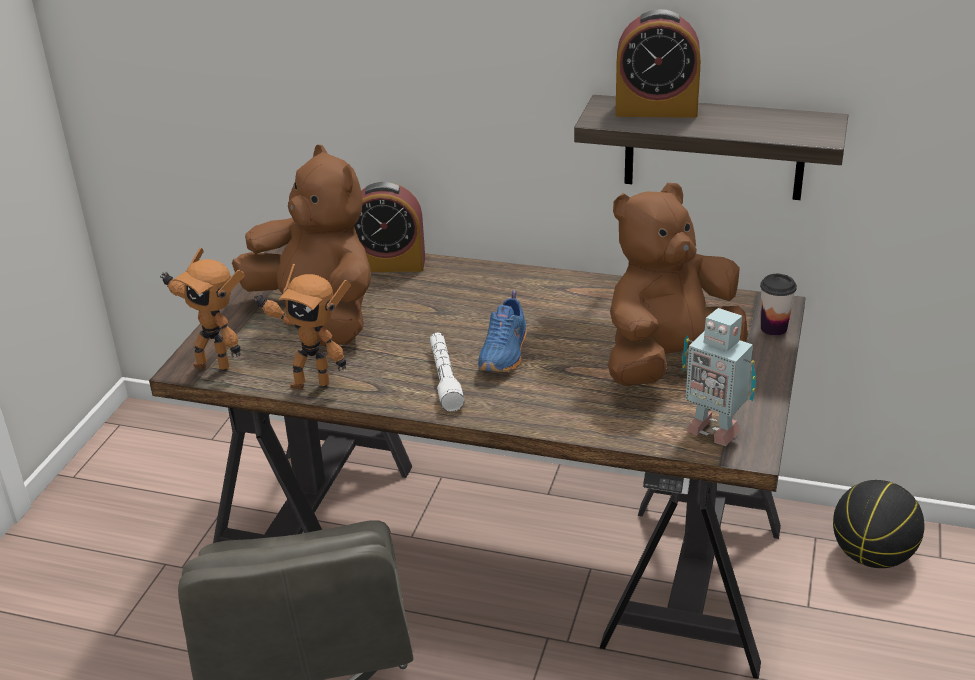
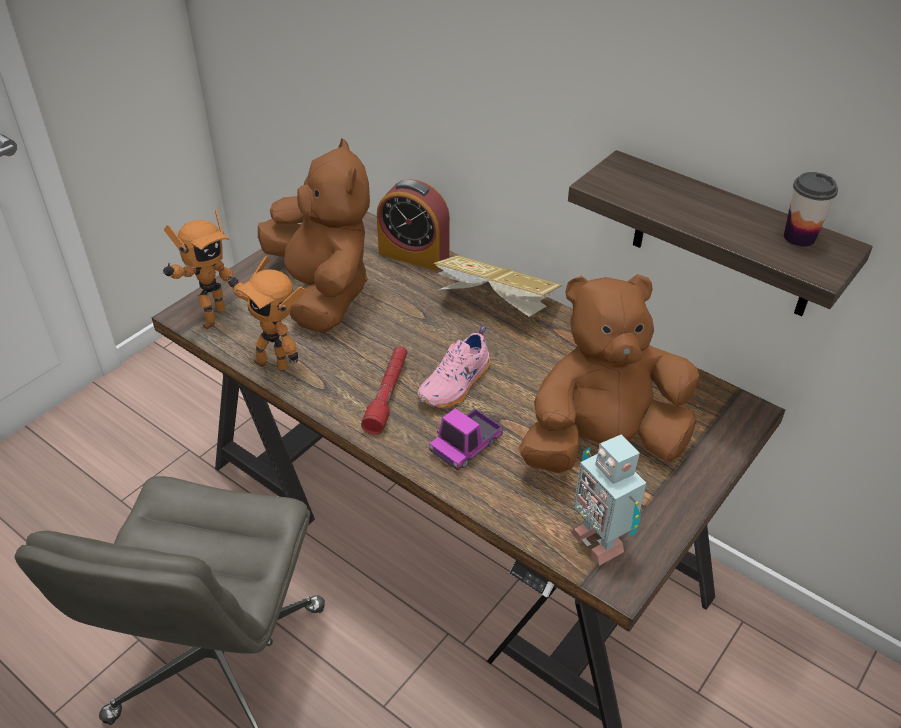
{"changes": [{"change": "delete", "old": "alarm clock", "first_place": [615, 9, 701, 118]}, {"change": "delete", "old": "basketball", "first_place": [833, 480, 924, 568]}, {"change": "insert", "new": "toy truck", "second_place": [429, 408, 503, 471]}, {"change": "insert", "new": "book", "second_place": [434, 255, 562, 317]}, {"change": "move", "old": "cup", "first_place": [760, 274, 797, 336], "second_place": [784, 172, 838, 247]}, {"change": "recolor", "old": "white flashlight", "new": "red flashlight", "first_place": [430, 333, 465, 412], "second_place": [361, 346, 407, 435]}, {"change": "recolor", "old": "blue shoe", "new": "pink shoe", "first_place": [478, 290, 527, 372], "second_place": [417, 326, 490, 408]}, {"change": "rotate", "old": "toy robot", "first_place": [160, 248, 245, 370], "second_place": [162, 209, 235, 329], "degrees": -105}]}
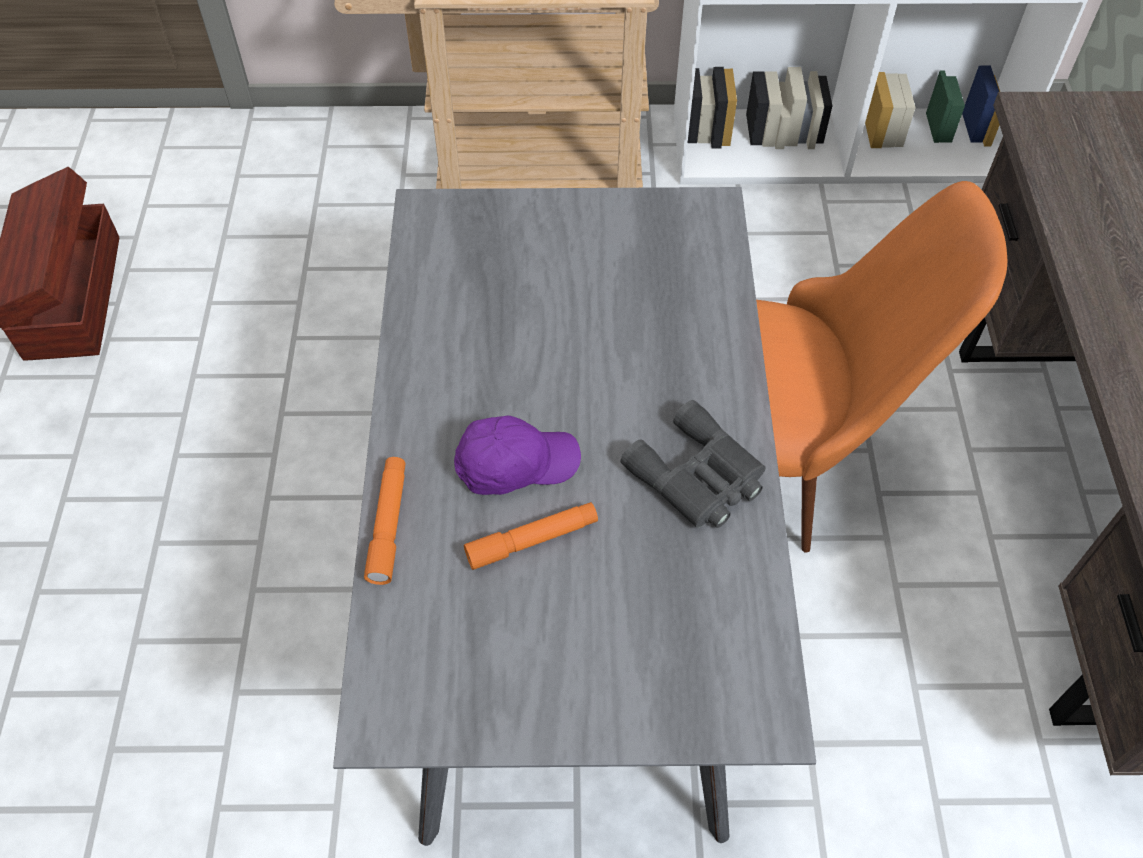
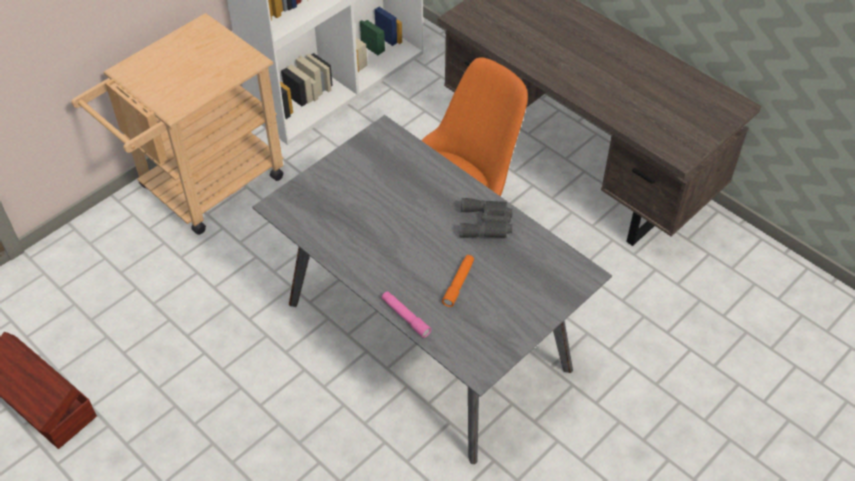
{"changes": [{"change": "delete", "old": "purple cap", "first_place": [454, 416, 581, 495]}, {"change": "recolor", "old": "orange flashlight", "new": "pink flashlight", "first_place": [364, 457, 406, 585], "second_place": [382, 291, 431, 338]}]}
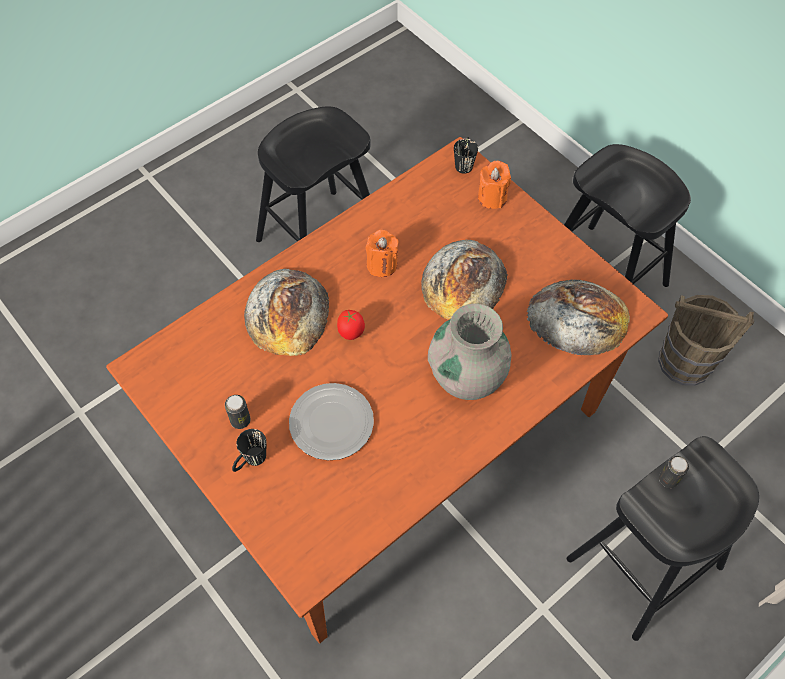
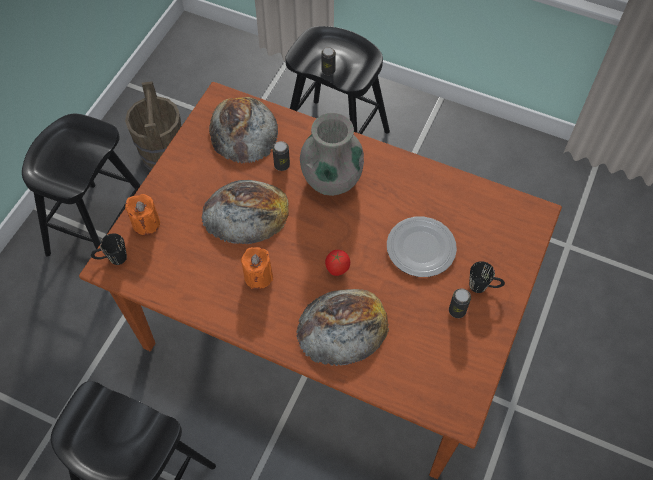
{"changes": [{"change": "insert", "new": "can", "second_place": [273, 141, 290, 171]}]}
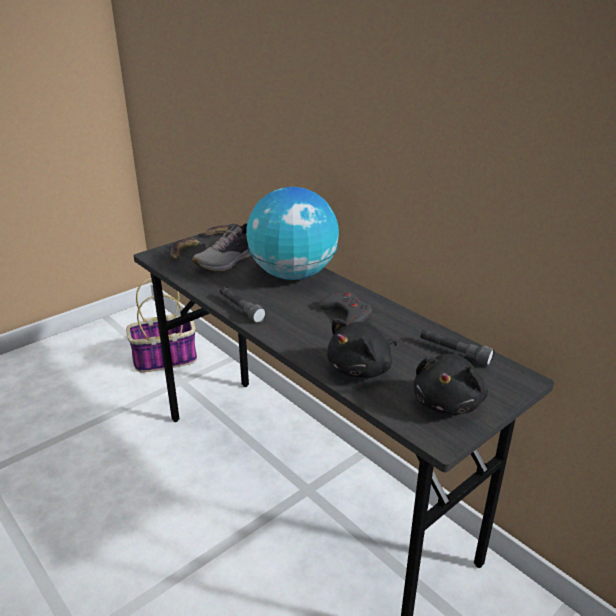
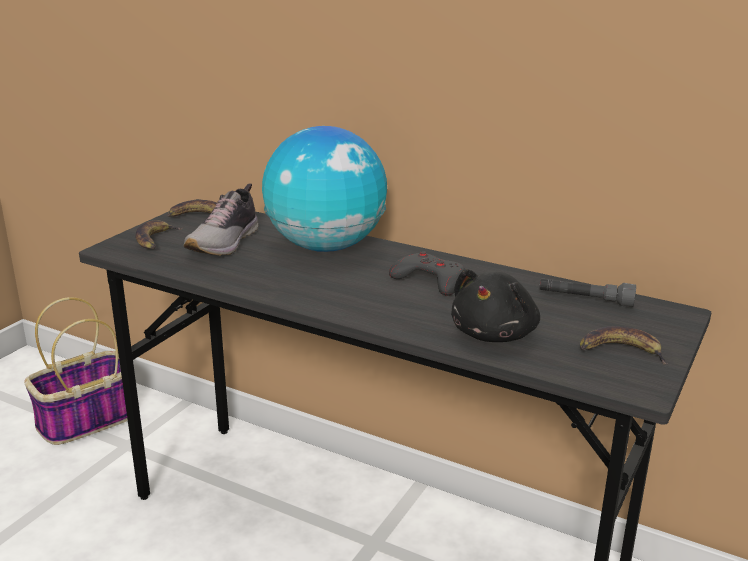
{"changes": [{"change": "delete", "old": "grey flashlight", "first_place": [220, 287, 266, 323]}, {"change": "replace", "old": "black plush toy", "new": "banana", "first_place": [414, 354, 488, 415], "second_place": [580, 326, 666, 364]}]}
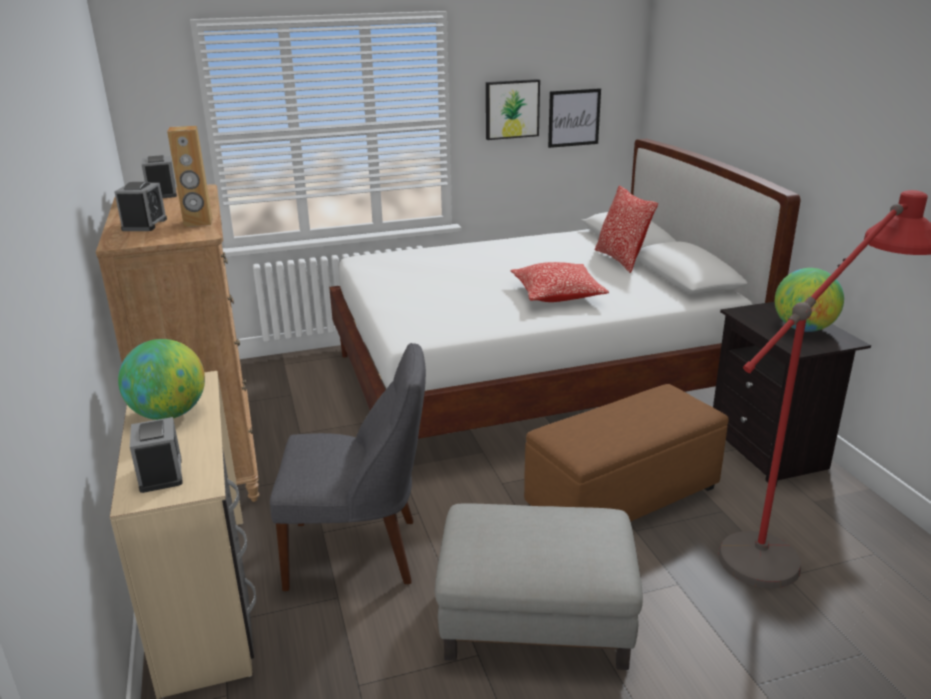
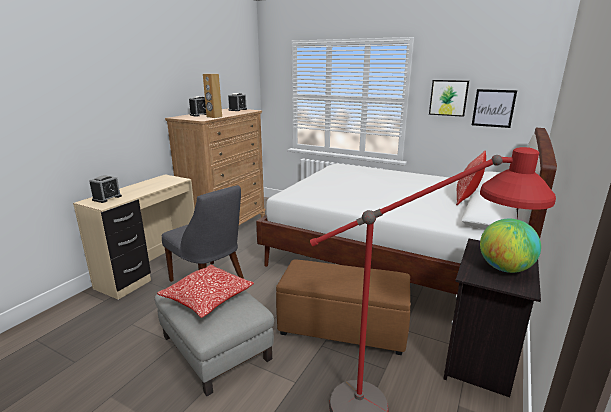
{"changes": [{"change": "delete", "old": "globe", "first_place": [118, 339, 205, 420]}, {"change": "move", "old": "pillow", "first_place": [511, 262, 609, 302], "second_place": [157, 265, 254, 318]}]}
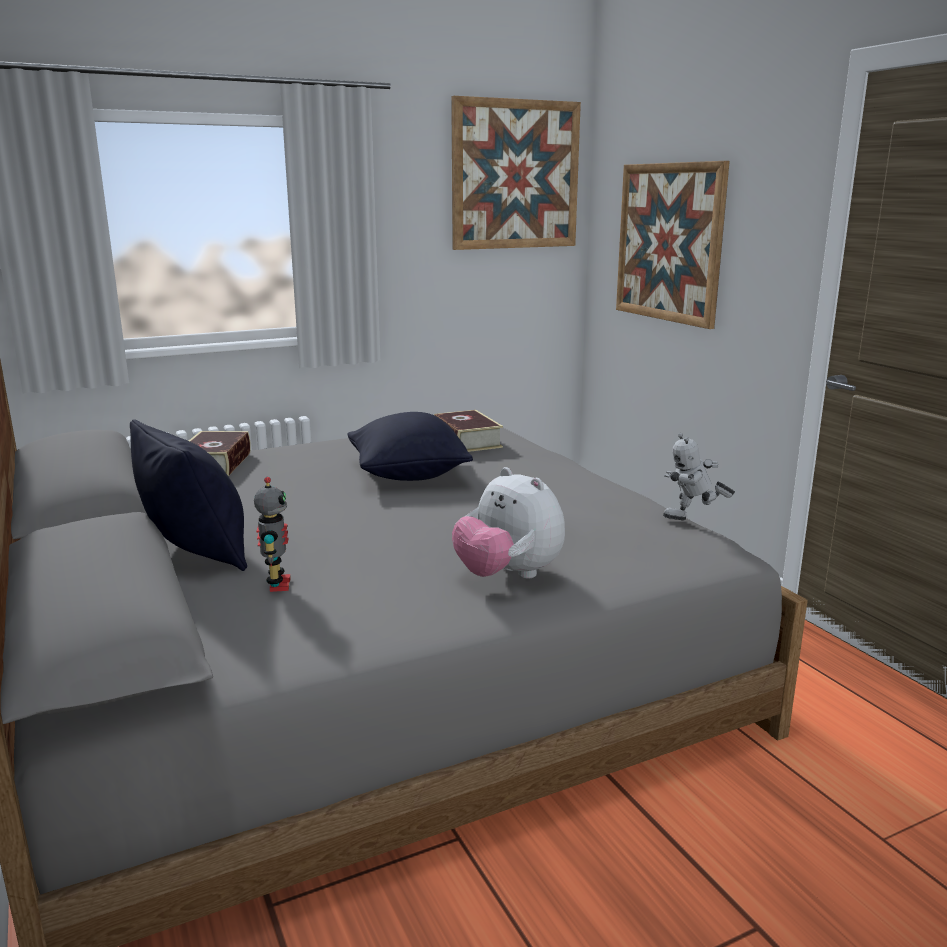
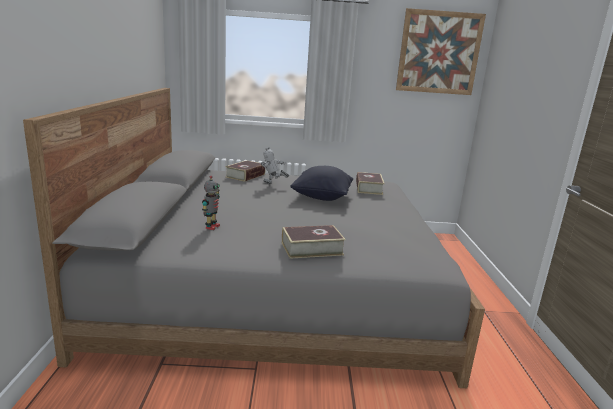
{"changes": [{"change": "delete", "old": "black pillow", "first_place": [130, 419, 247, 571]}, {"change": "delete", "old": "picture", "first_place": [616, 161, 730, 329]}, {"change": "move", "old": "toy robot", "first_place": [663, 433, 735, 520], "second_place": [260, 147, 289, 184]}, {"change": "replace", "old": "plush toy", "new": "book", "first_place": [452, 467, 565, 578], "second_place": [282, 225, 346, 259]}]}
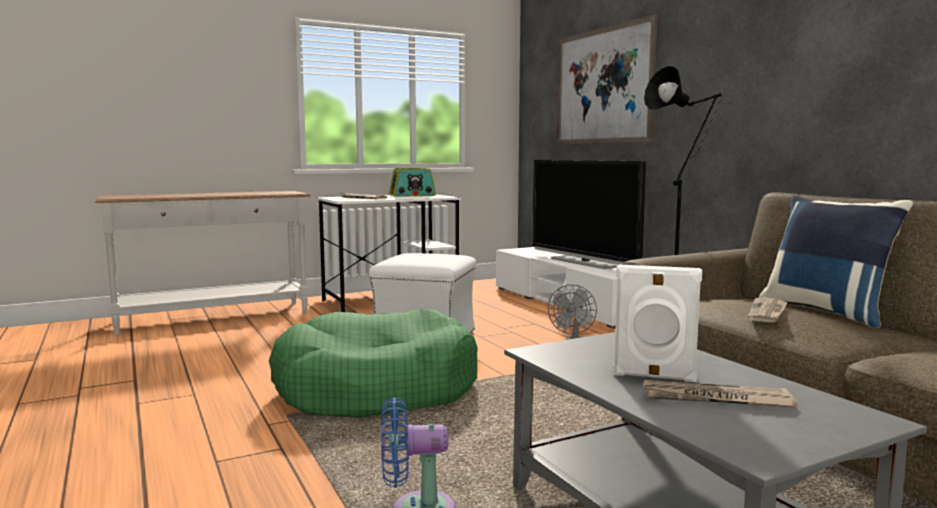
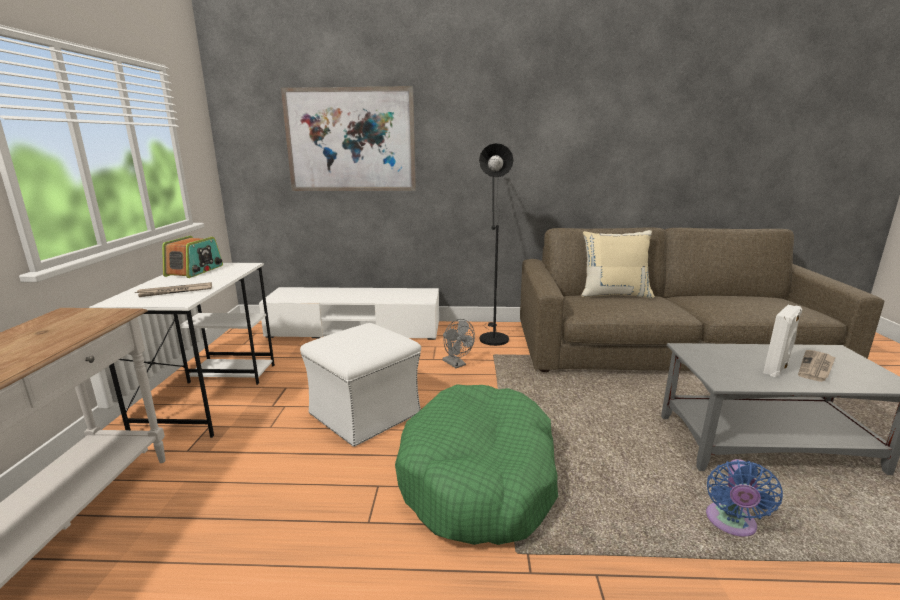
{"changes": [{"change": "delete", "old": "television", "first_place": [532, 160, 646, 269]}, {"change": "delete", "old": "newspaper", "first_place": [748, 298, 787, 323]}, {"change": "recolor", "old": "blue pillow", "new": "beige pillow", "first_place": [759, 195, 913, 328], "second_place": [581, 230, 655, 298]}]}
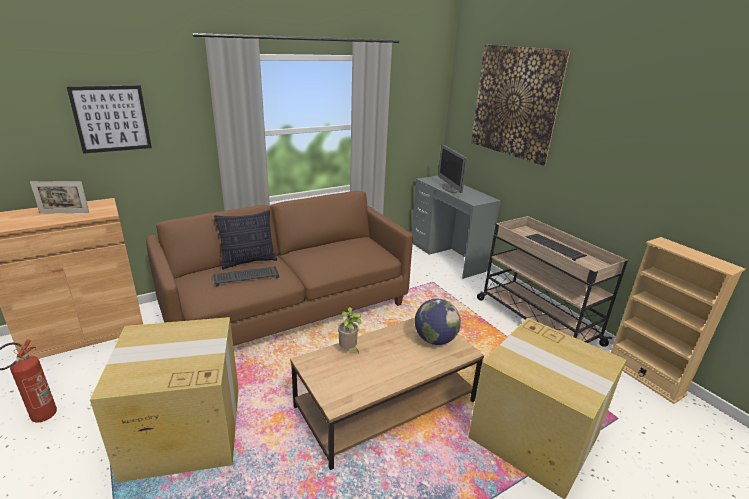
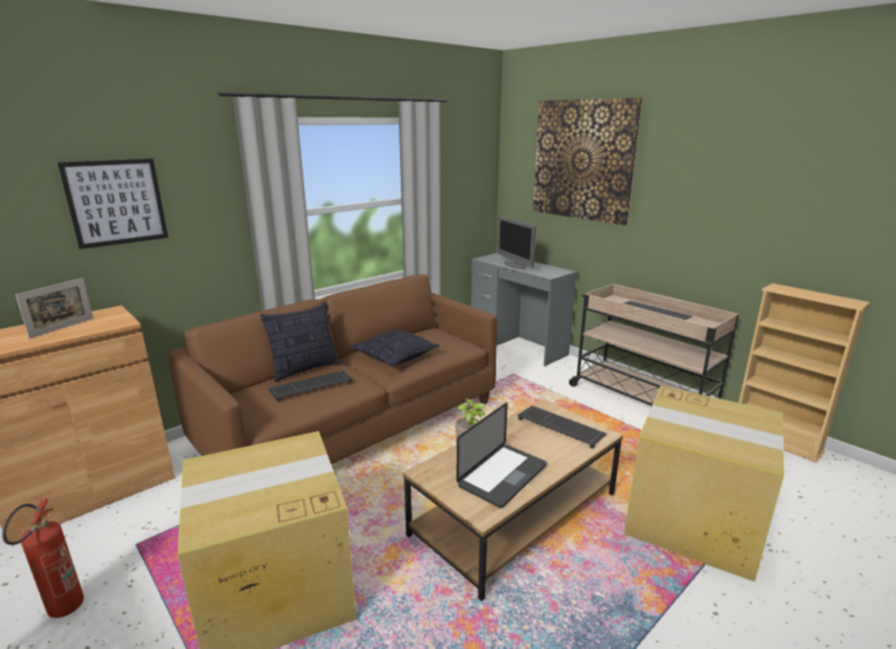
{"changes": [{"change": "insert", "new": "pillow", "second_place": [350, 329, 440, 366]}, {"change": "insert", "new": "laptop", "second_place": [457, 403, 547, 508]}, {"change": "replace", "old": "globe", "new": "keyboard", "first_place": [415, 299, 461, 345], "second_place": [517, 406, 607, 449]}, {"change": "rotate", "old": "picture frame", "first_place": [30, 181, 89, 214], "second_place": [16, 278, 93, 339], "degrees": -45}]}
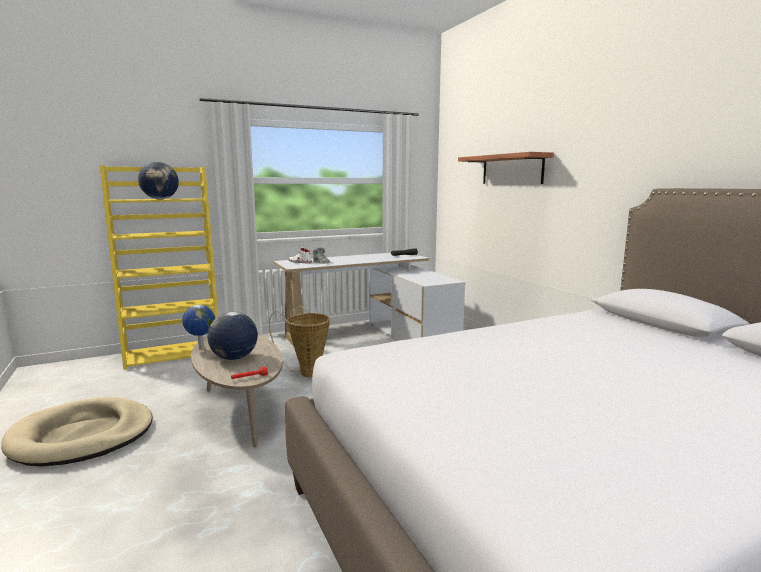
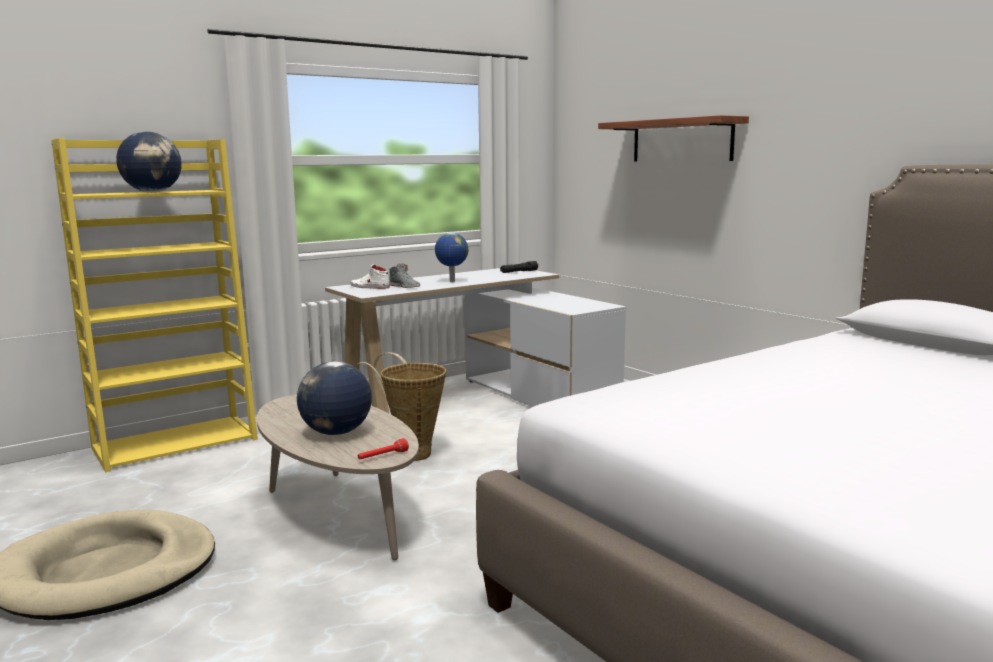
{"changes": [{"change": "move", "old": "globe", "first_place": [182, 305, 215, 350], "second_place": [435, 233, 468, 282]}]}
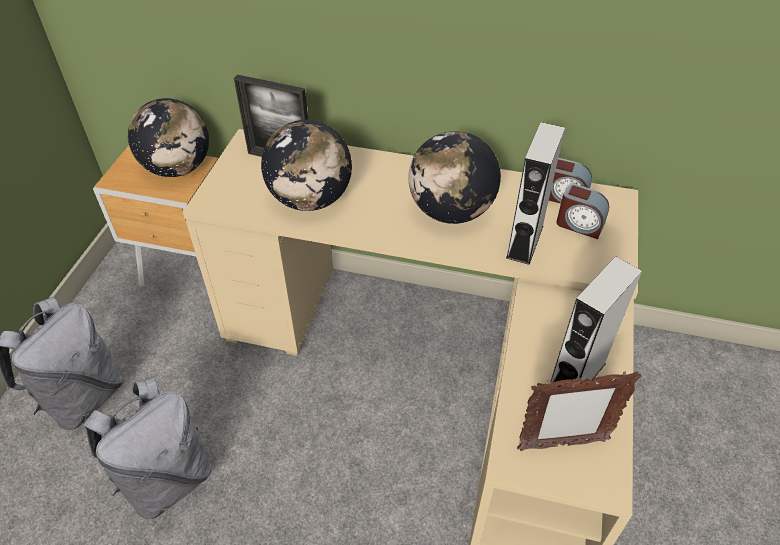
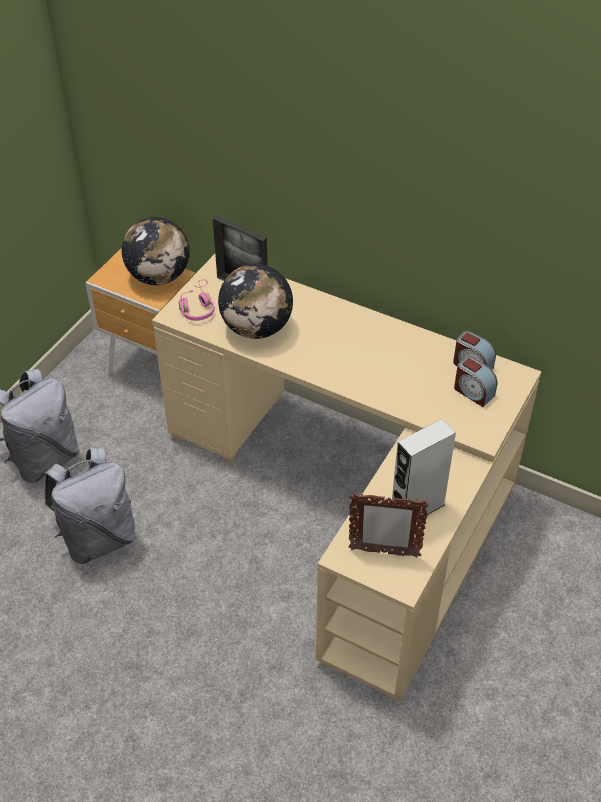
{"changes": [{"change": "delete", "old": "globe", "first_place": [408, 131, 501, 224]}, {"change": "delete", "old": "grey speaker", "first_place": [506, 122, 565, 265]}, {"change": "insert", "new": "pink headphones", "second_place": [179, 279, 215, 321]}]}
